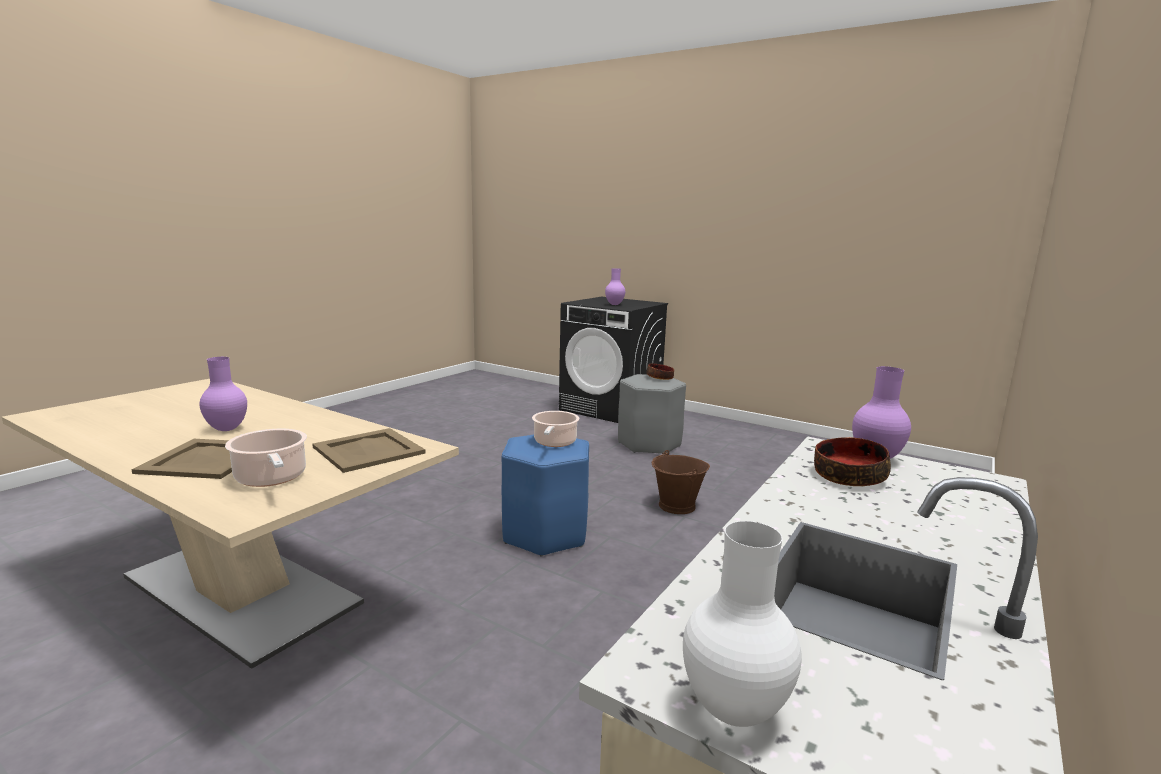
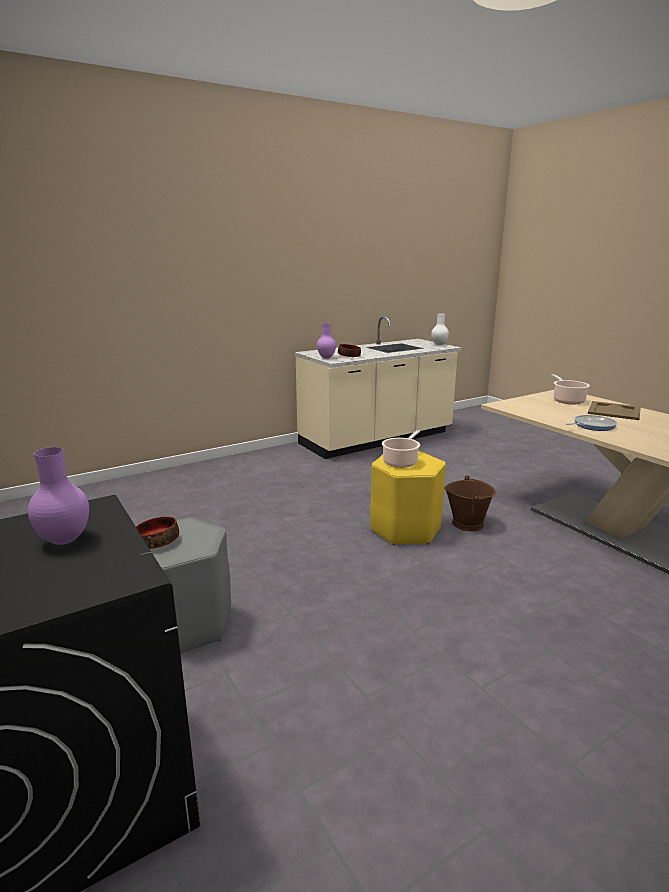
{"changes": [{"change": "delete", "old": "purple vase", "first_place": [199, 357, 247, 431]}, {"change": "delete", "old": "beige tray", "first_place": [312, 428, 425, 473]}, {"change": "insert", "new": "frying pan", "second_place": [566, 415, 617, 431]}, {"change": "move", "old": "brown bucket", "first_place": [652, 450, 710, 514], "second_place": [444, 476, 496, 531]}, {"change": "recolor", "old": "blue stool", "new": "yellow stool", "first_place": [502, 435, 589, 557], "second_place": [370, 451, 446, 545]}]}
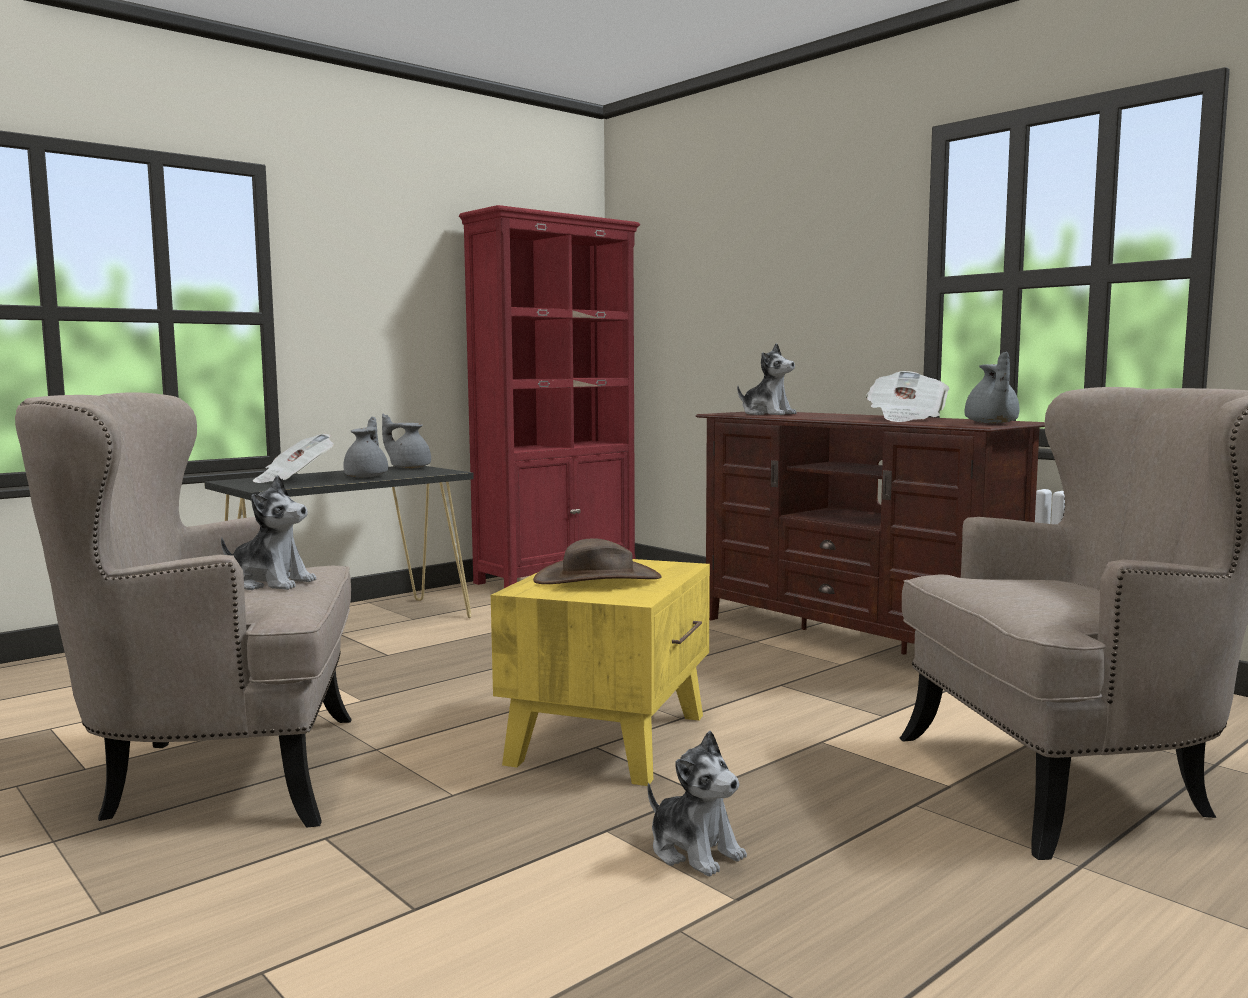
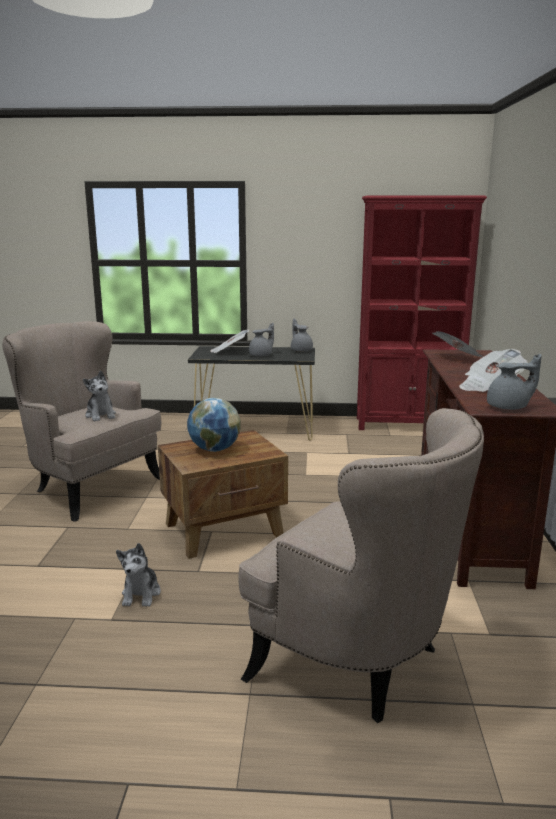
{"changes": [{"change": "replace", "old": "brown hat", "new": "globe", "first_place": [533, 538, 662, 584], "second_place": [187, 398, 241, 452]}, {"change": "replace", "old": "plush toy", "new": "newspaper", "first_place": [737, 343, 797, 415], "second_place": [432, 331, 484, 357]}, {"change": "recolor", "old": "yellow side table", "new": "brown side table", "first_place": [491, 559, 710, 786], "second_place": [158, 430, 288, 559]}, {"change": "rotate", "old": "grey teapot", "first_place": [965, 352, 1019, 423], "second_place": [487, 354, 542, 410], "degrees": -150}]}
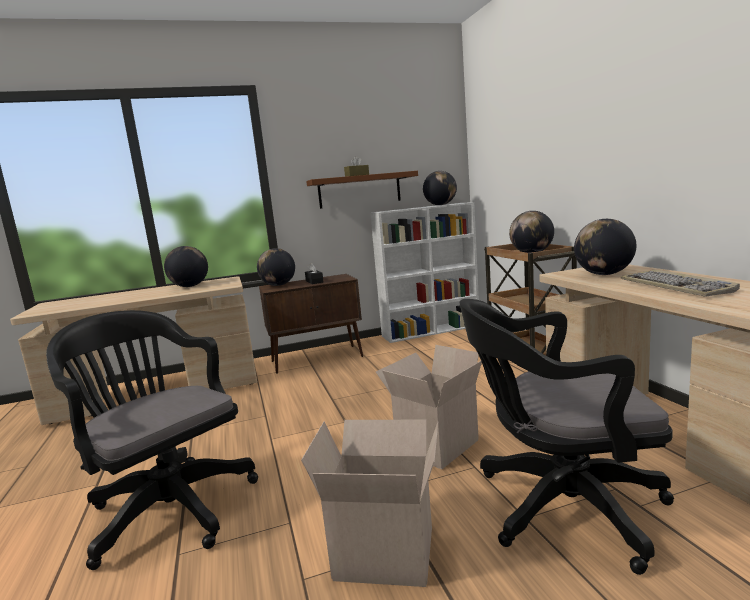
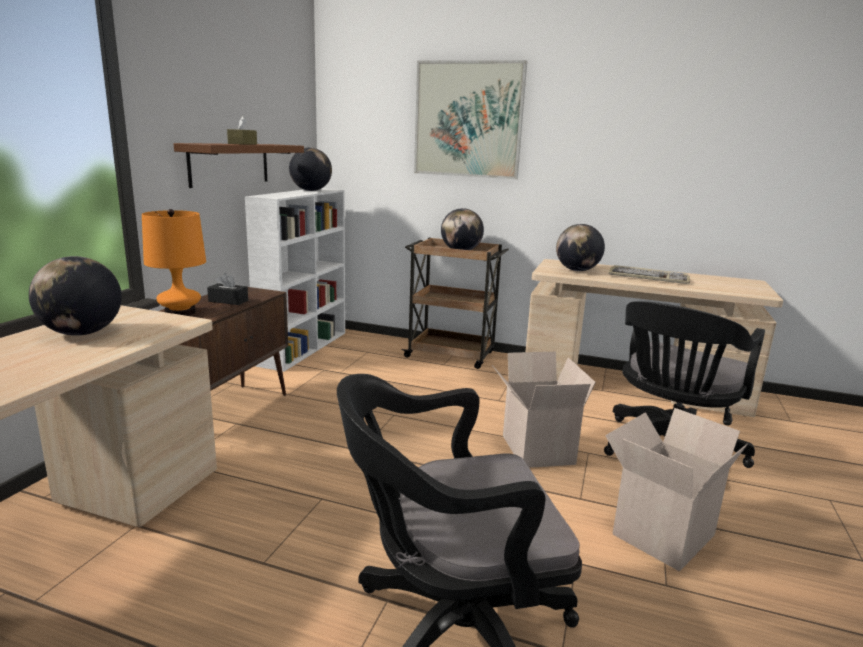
{"changes": [{"change": "insert", "new": "picture", "second_place": [414, 60, 527, 179]}, {"change": "replace", "old": "globe", "new": "orange table lamp", "first_place": [257, 248, 295, 286], "second_place": [142, 209, 206, 316]}]}
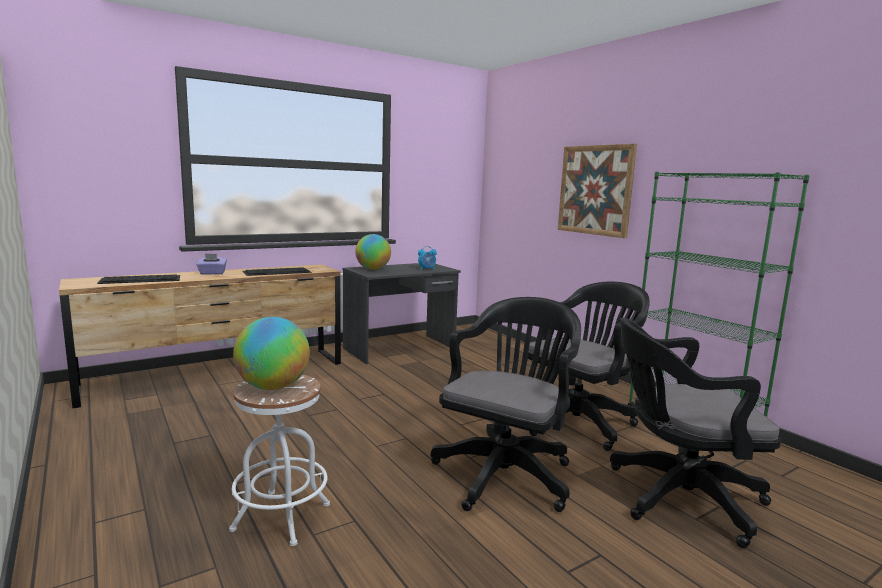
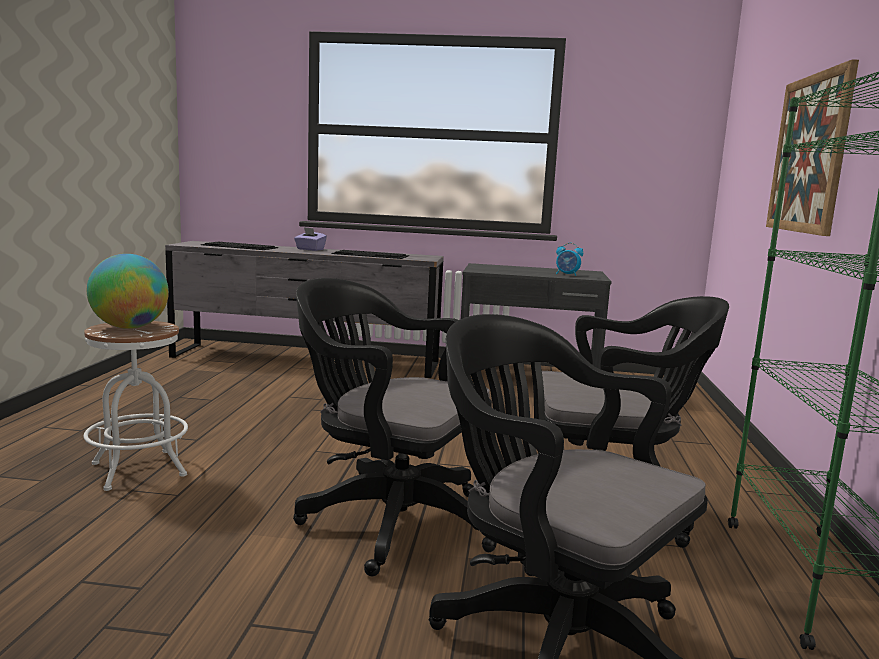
{"changes": [{"change": "delete", "old": "globe", "first_place": [355, 234, 391, 270]}, {"change": "recolor", "old": "brown dresser", "new": "grey dresser", "first_place": [59, 264, 341, 409], "second_place": [165, 241, 444, 378]}, {"change": "rotate", "old": "black office chair", "first_place": [431, 297, 581, 512], "second_place": [293, 278, 497, 576], "degrees": -135}]}
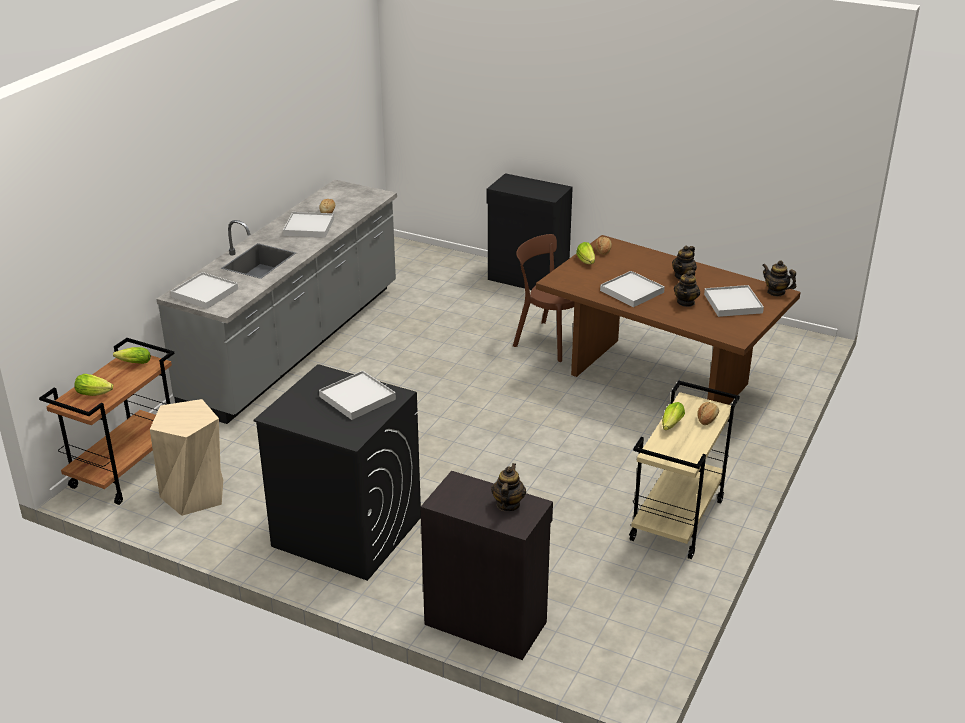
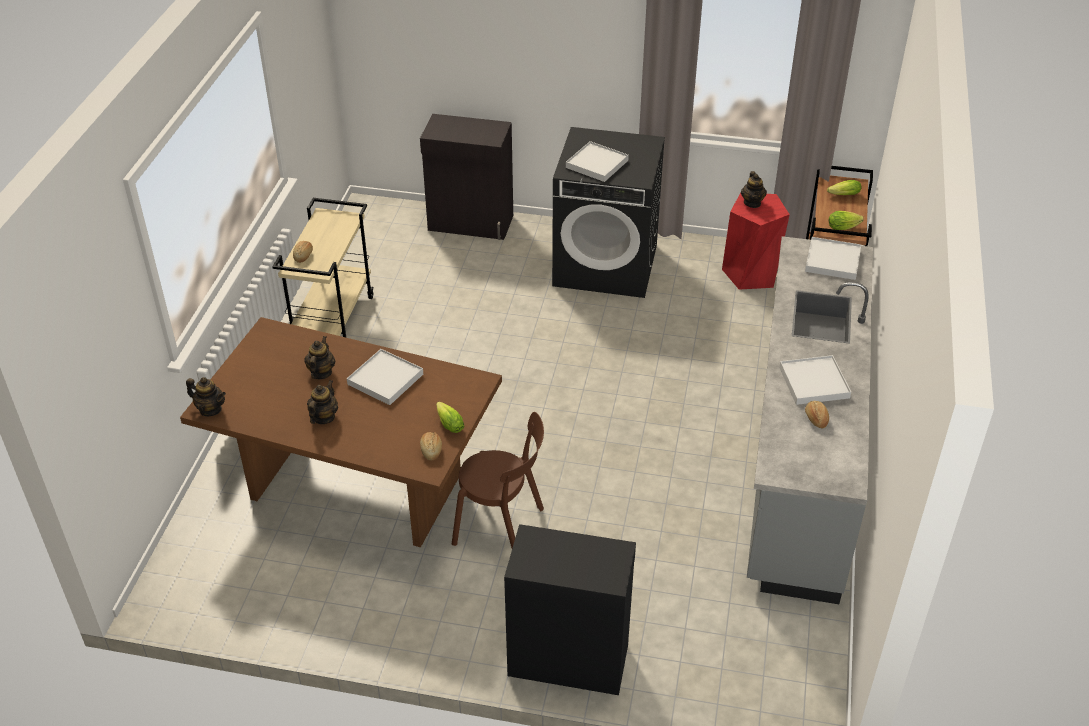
{"changes": [{"change": "delete", "old": "lettuce", "first_place": [662, 402, 685, 430]}, {"change": "delete", "old": "white tray", "first_place": [704, 285, 764, 317]}, {"change": "move", "old": "teapot", "first_place": [491, 463, 526, 511], "second_place": [741, 171, 767, 208]}, {"change": "recolor", "old": "beige stool", "new": "red stool", "first_place": [150, 399, 223, 516], "second_place": [722, 193, 790, 290]}]}
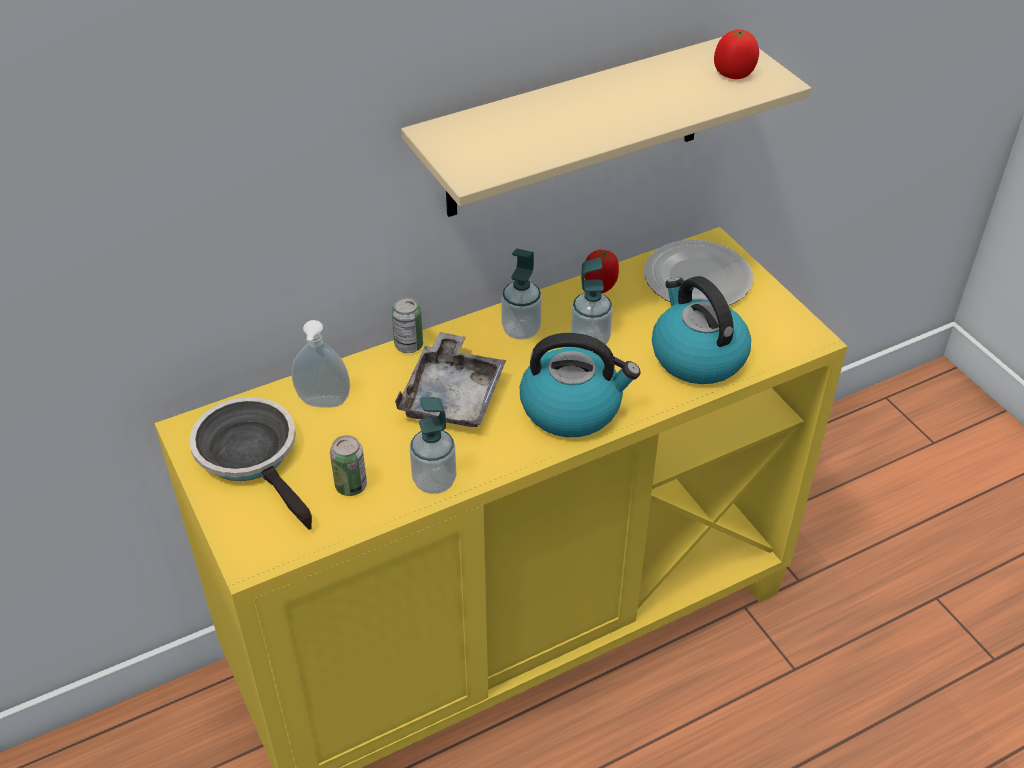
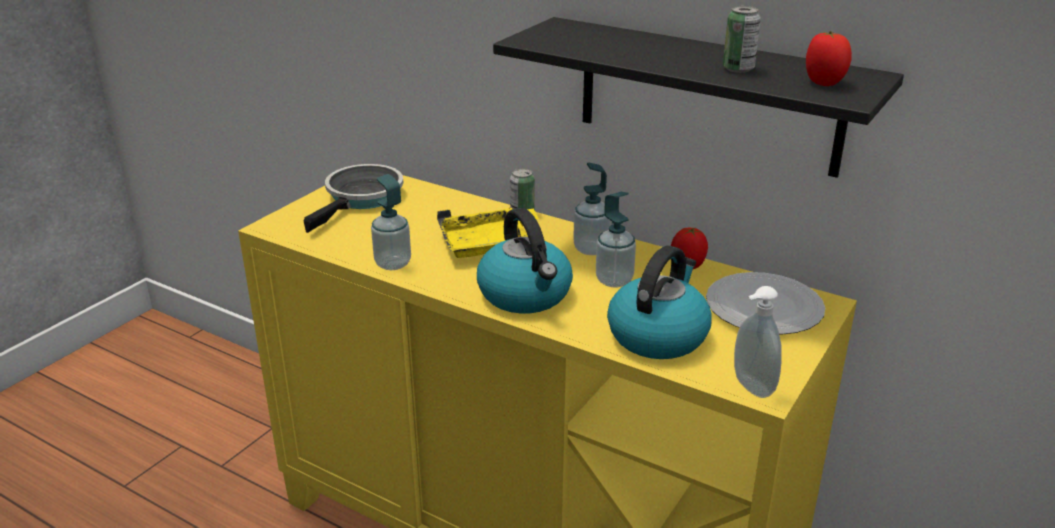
{"changes": [{"change": "move", "old": "soap dispenser", "first_place": [292, 320, 350, 408], "second_place": [734, 286, 782, 398]}, {"change": "move", "old": "can", "first_place": [330, 435, 367, 496], "second_place": [723, 6, 761, 73]}, {"change": "recolor", "old": "grey tray", "new": "yellow tray", "first_place": [395, 332, 506, 427], "second_place": [437, 207, 539, 258]}, {"change": "recolor", "old": "beige shelf", "new": "black shelf", "first_place": [401, 37, 811, 217], "second_place": [493, 17, 904, 178]}]}
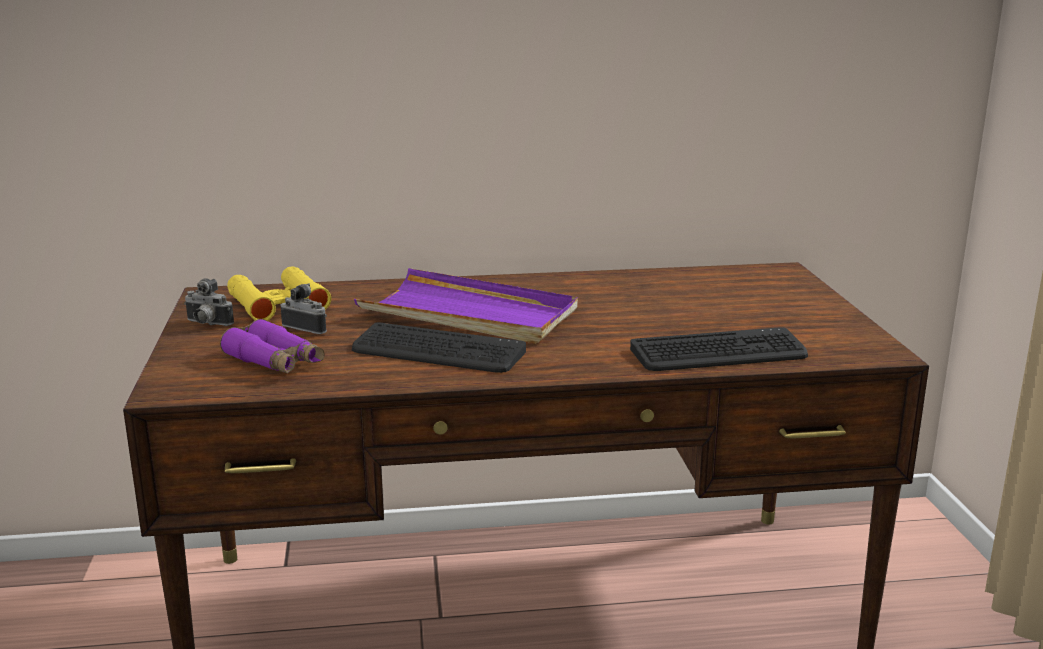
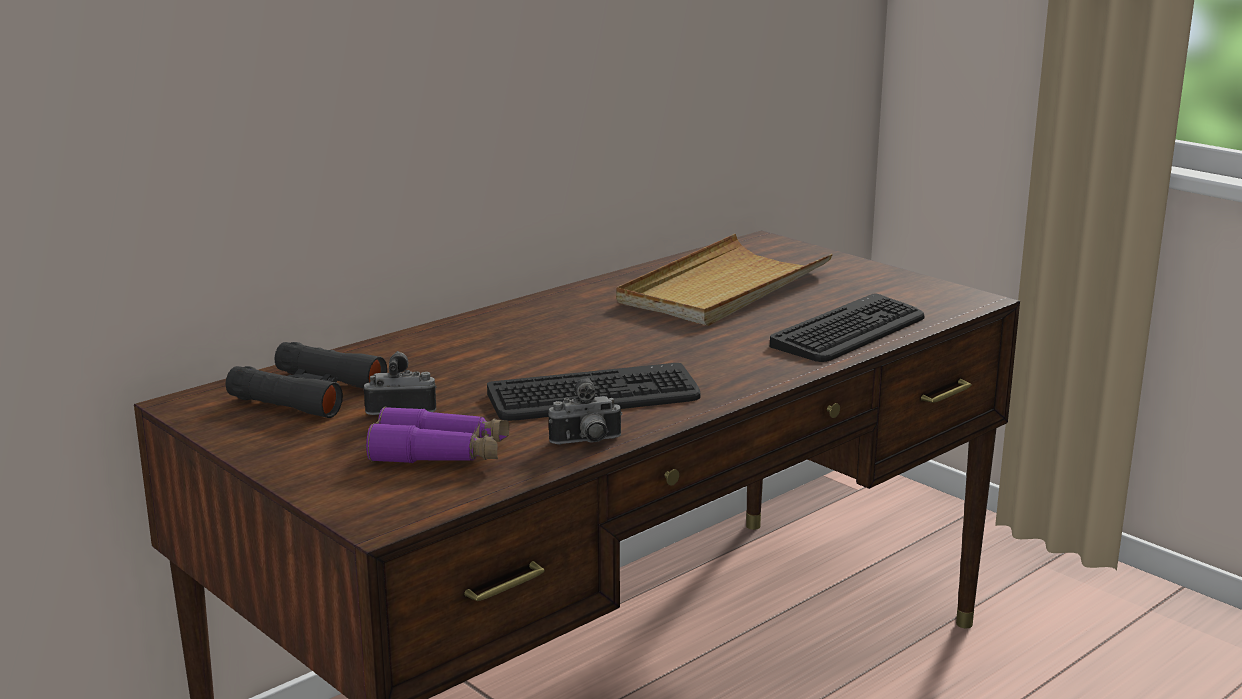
{"changes": [{"change": "delete", "old": "purple tray", "first_place": [354, 268, 578, 344]}, {"change": "insert", "new": "beige tray", "second_place": [616, 234, 833, 326]}, {"change": "move", "old": "photo camera", "first_place": [184, 278, 234, 326], "second_place": [548, 378, 623, 445]}, {"change": "recolor", "old": "yellow binoculars", "new": "black binoculars", "first_place": [227, 266, 331, 321], "second_place": [226, 342, 387, 418]}]}
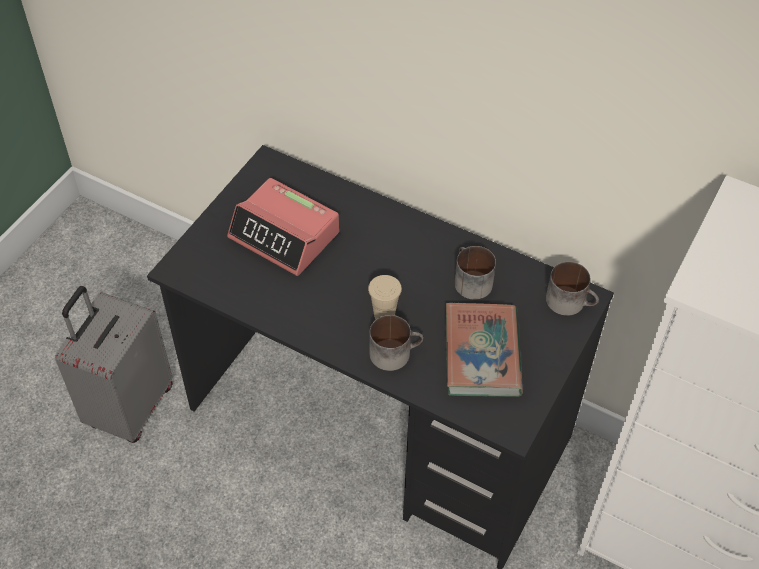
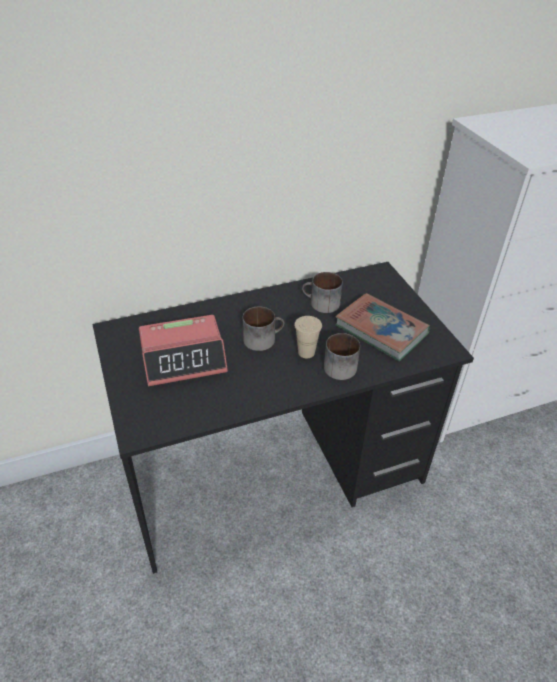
{"changes": [{"change": "delete", "old": "grey suitcase", "first_place": [55, 286, 173, 443]}, {"change": "move", "old": "mug", "first_place": [546, 261, 599, 316], "second_place": [243, 306, 284, 351]}]}
